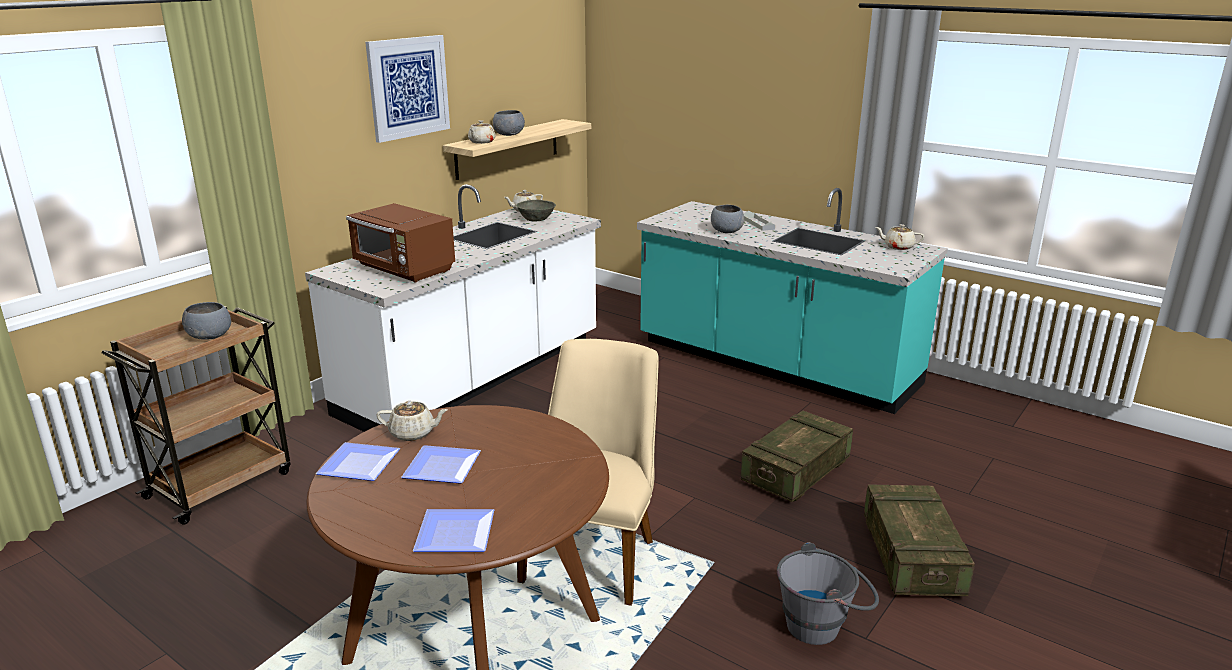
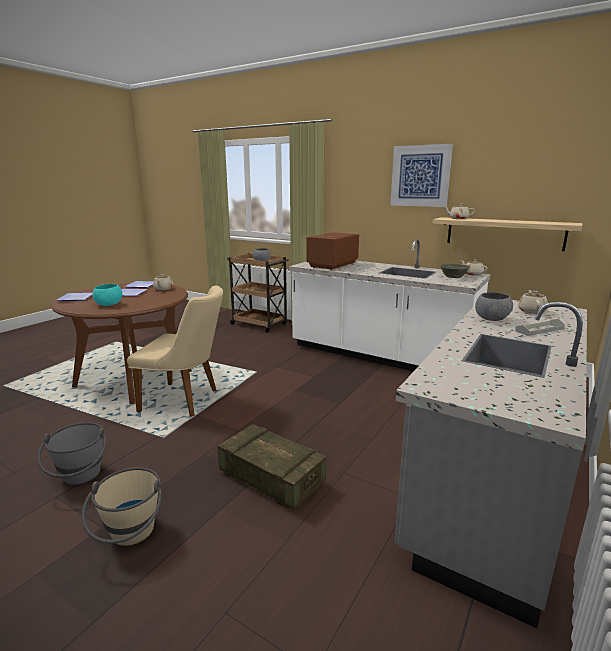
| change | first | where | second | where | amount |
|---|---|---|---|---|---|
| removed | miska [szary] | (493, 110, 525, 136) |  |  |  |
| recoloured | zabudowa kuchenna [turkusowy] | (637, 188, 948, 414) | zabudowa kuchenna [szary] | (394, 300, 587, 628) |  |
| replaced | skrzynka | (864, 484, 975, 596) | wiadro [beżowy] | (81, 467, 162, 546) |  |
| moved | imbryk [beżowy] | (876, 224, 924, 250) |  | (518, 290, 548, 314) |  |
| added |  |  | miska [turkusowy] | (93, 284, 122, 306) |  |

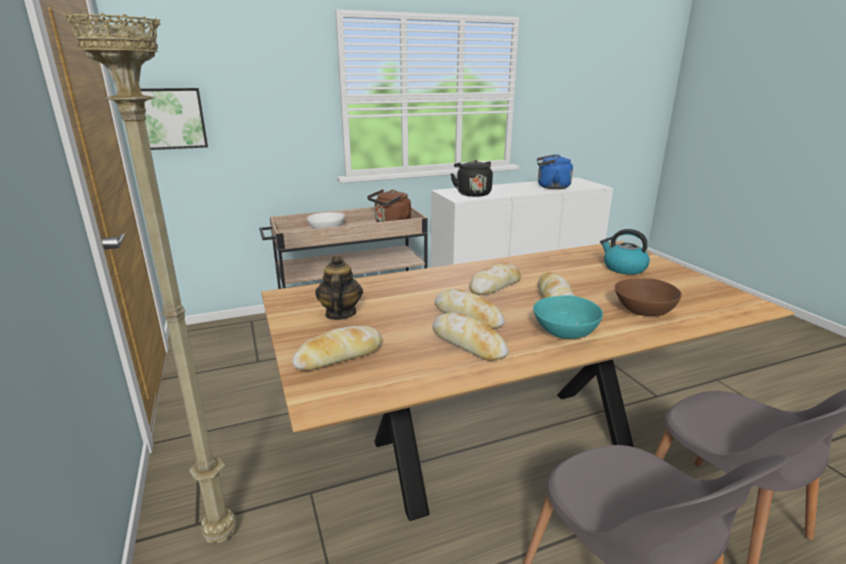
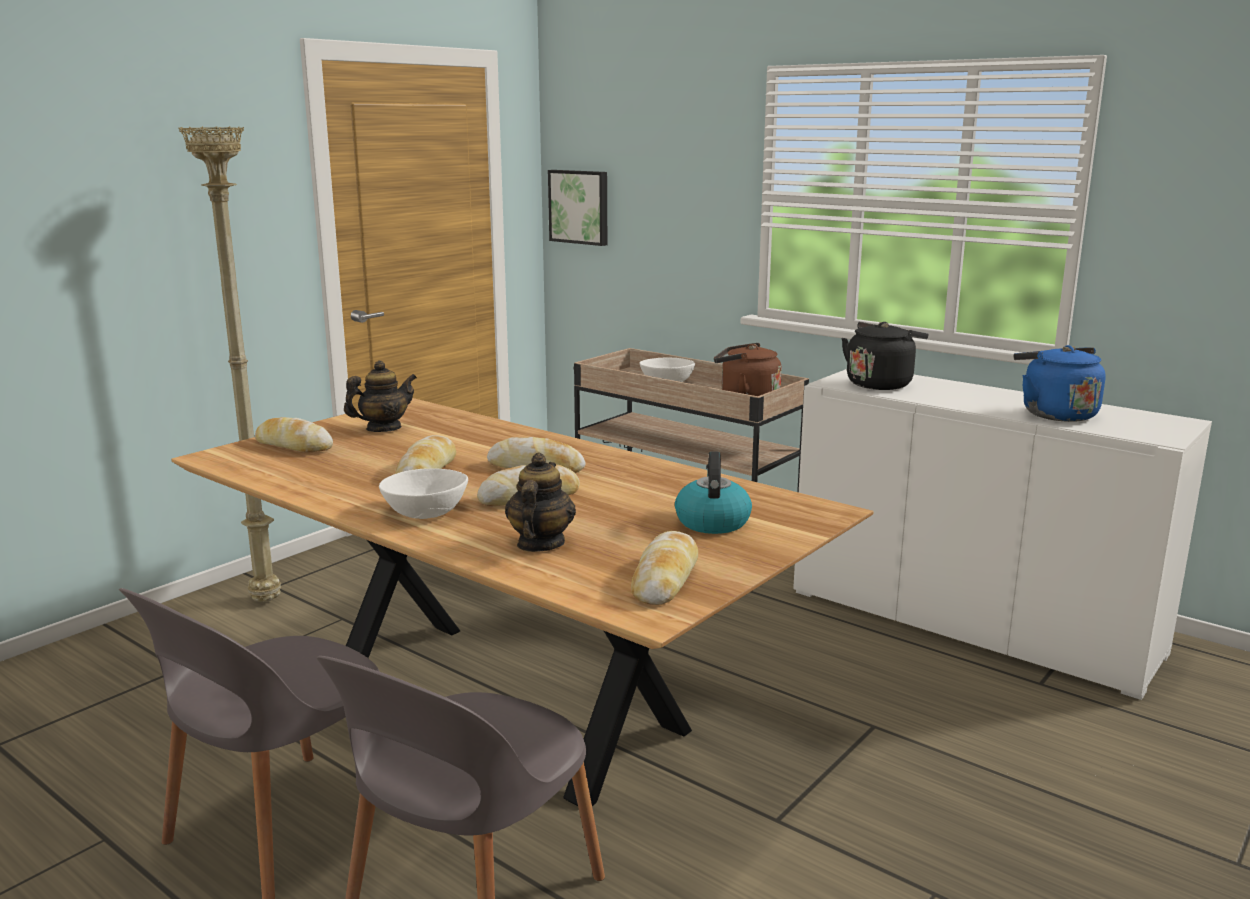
| change | first | where | second | where | amount |
|---|---|---|---|---|---|
| moved | chleb | (433, 312, 508, 361) |  | (631, 531, 698, 605) |  |
| recoloured | miska [turkusowy] | (533, 295, 603, 339) | miska [biały] | (379, 468, 468, 519) |  |
| replaced | miska [brązowy] | (615, 279, 682, 316) | imbryk | (505, 452, 576, 552) |  |

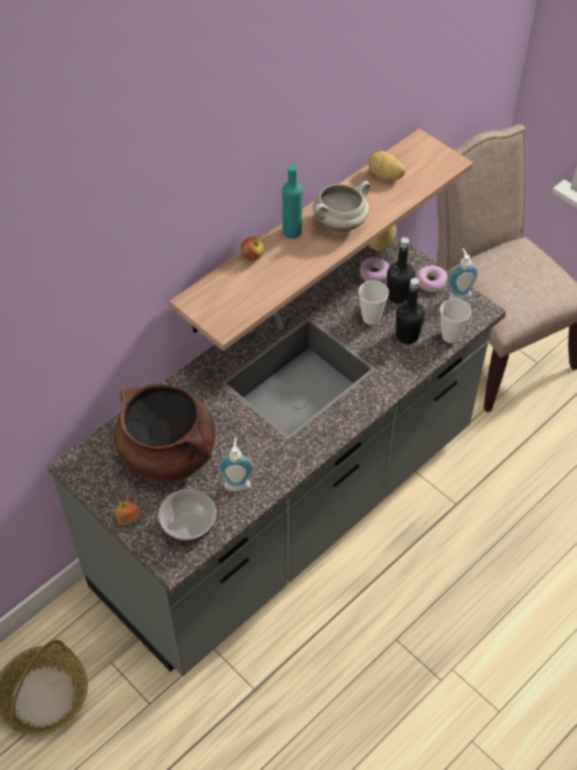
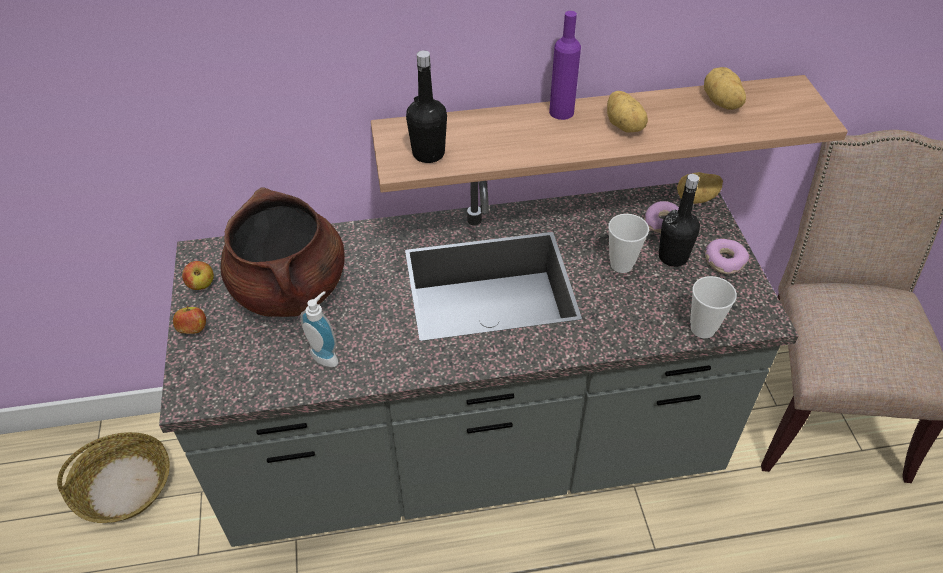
| change | first | where | second | where | amount |
|---|---|---|---|---|---|
| removed | miska | (158, 489, 216, 543) |  |  |  |
| moved | jabłko | (241, 237, 264, 260) |  | (182, 261, 214, 290) |  |
| recoloured | butelka [turkusowy] | (282, 165, 302, 239) | butelka [fioletowy] | (549, 11, 581, 120) |  |
| replaced | garnek [biały] | (313, 181, 370, 232) | ziemniak | (607, 91, 648, 132) |  |
| moved | butelka [czarny] | (396, 278, 425, 344) |  | (406, 50, 447, 163) |  |
| removed | dozownik mydła | (448, 248, 478, 300) |  |  |  |

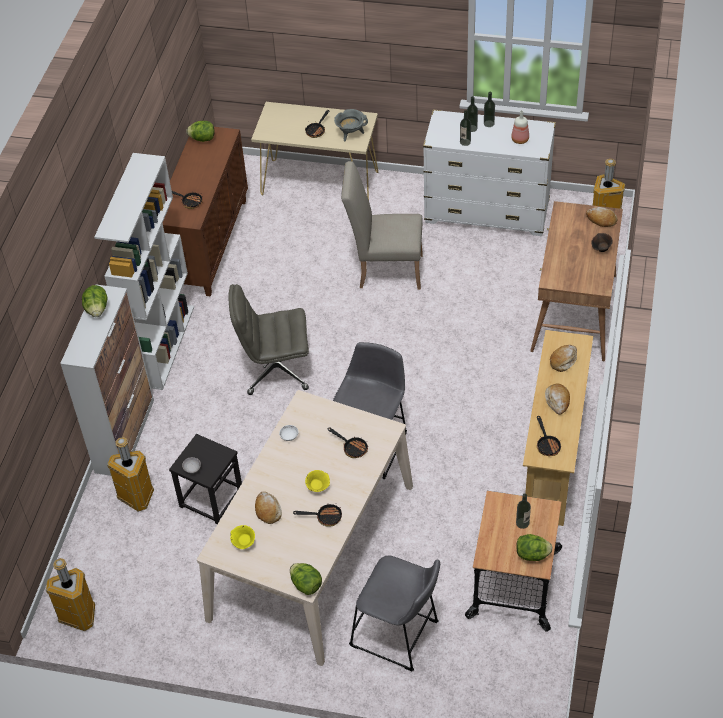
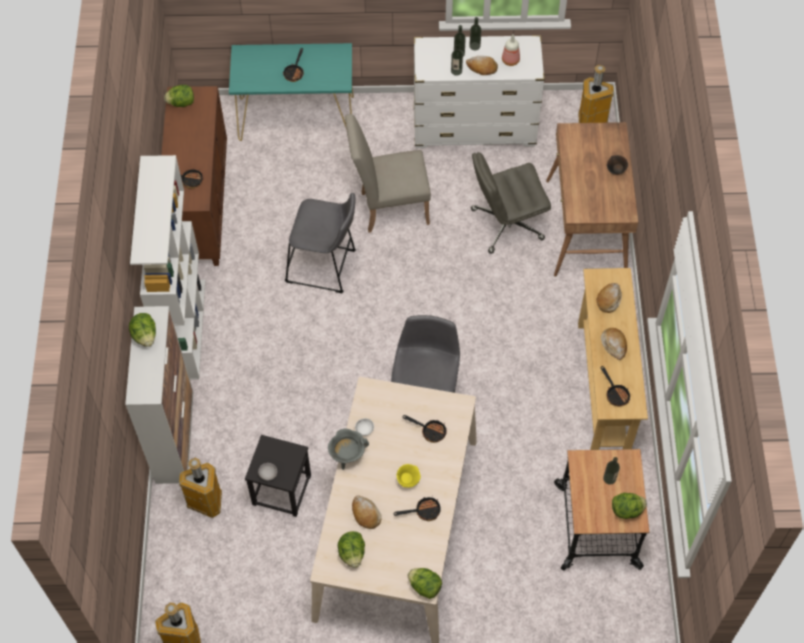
| change | first | where | second | where | amount |
|---|---|---|---|---|---|
| moved | krzesło biurowe [szary] | (228, 284, 309, 395) |  | (471, 152, 551, 254) |  |
| replaced | miska [żółty] | (230, 525, 255, 549) | sałata | (338, 531, 365, 568) |  |
| recoloured | stolik konsolowy [beżowy] | (251, 102, 378, 200) | stolik konsolowy [turkusowy] | (229, 43, 354, 141) |  |
| moved | garnek [szary] | (334, 109, 368, 141) |  | (328, 428, 369, 470) |  |
| moved | stołek [szary] | (349, 556, 440, 671) |  | (285, 193, 356, 293) |  |
| moved | chleb | (586, 207, 618, 227) |  | (466, 56, 498, 75) |  |

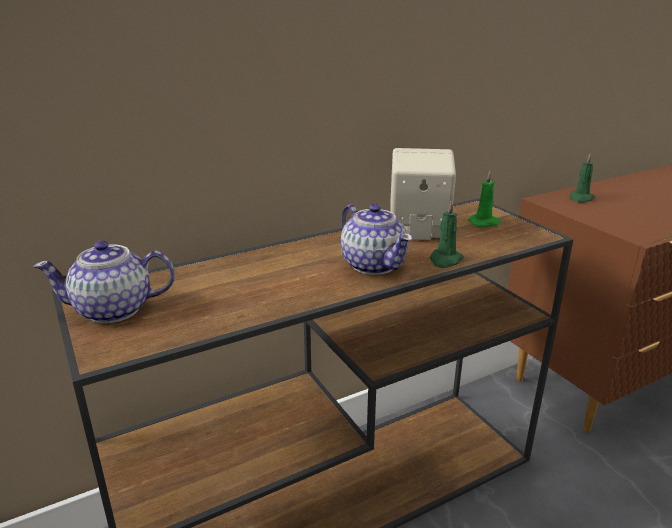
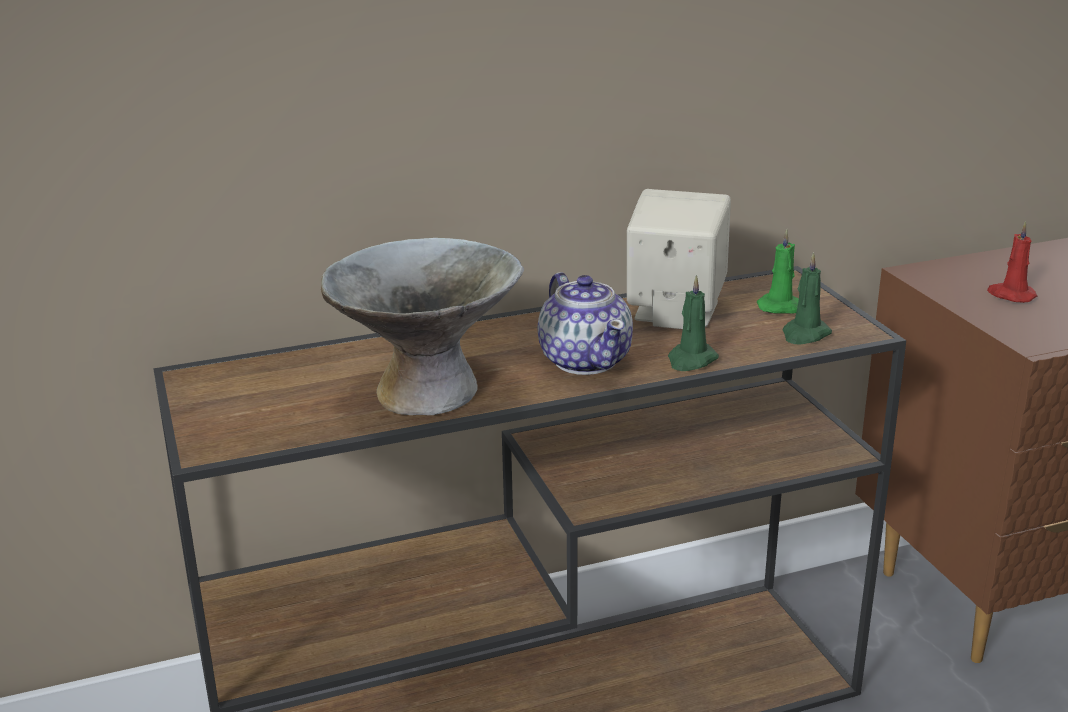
| change | first | where | second | where | amount |
|---|---|---|---|---|---|
| removed | imbryk | (33, 240, 175, 323) |  |  |  |
| moved | świeca [zielony] | (569, 154, 595, 203) |  | (782, 252, 832, 344) |  |
| added |  |  | miska [szary] | (321, 238, 524, 415) |  |
| added |  |  | świeca [czerwony] | (987, 221, 1037, 303) |  |

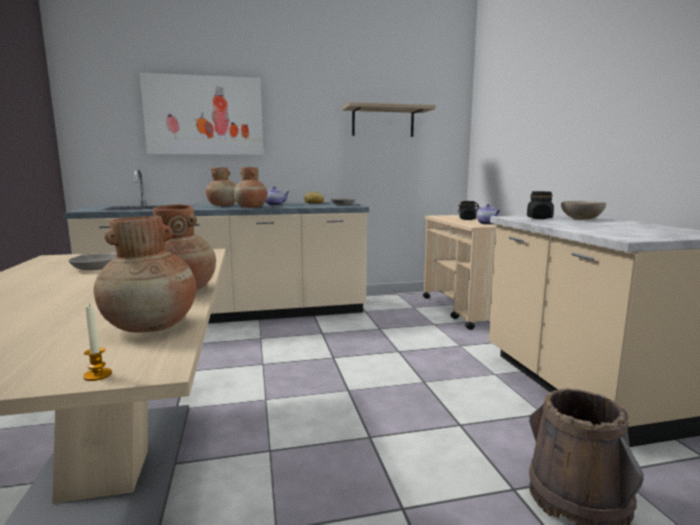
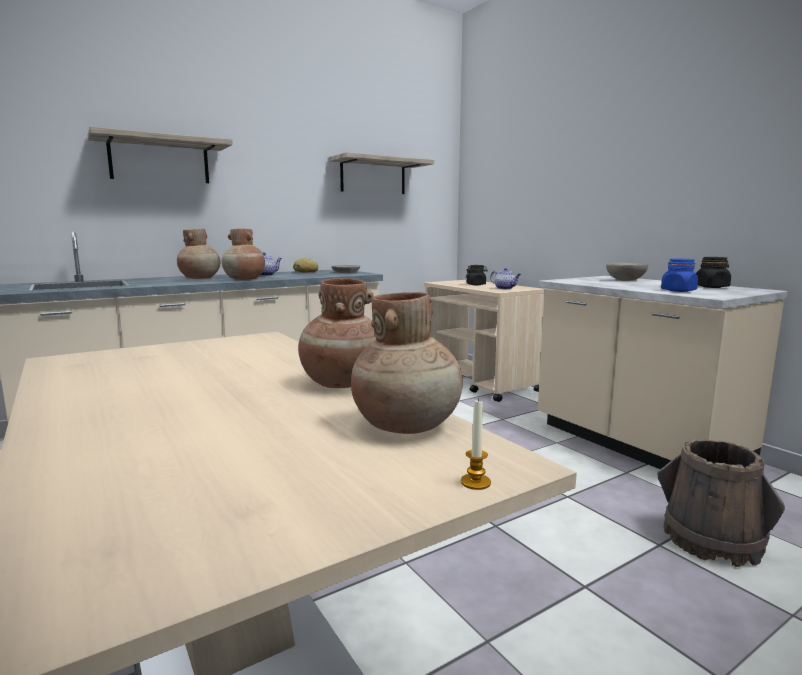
| change | first | where | second | where | amount |
|---|---|---|---|---|---|
| removed | miska [szary] | (69, 253, 117, 270) |  |  |  |
| replaced | obraz | (140, 73, 263, 155) | półka | (88, 127, 233, 183) |  |
| moved | słoik [czarny] | (527, 191, 554, 219) |  | (696, 257, 731, 288) |  |
| added |  |  | słoik [niebieski] | (661, 259, 698, 292) |  |

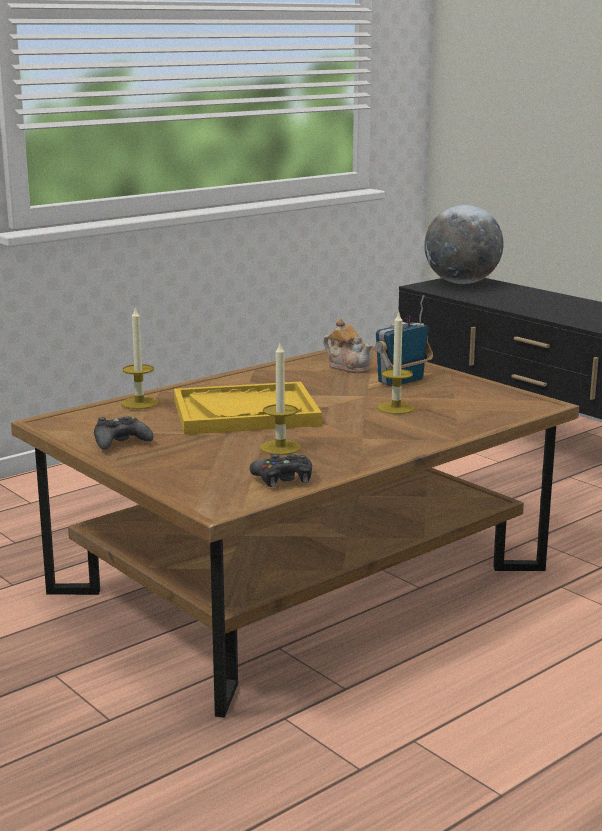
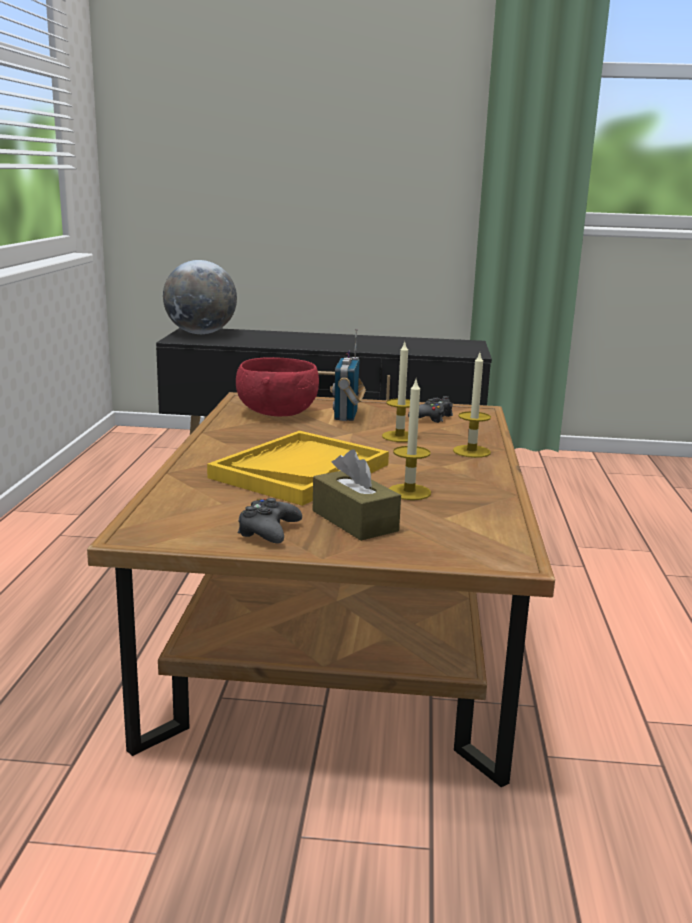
| change | first | where | second | where | amount |
|---|---|---|---|---|---|
| moved | świeca | (121, 307, 158, 409) |  | (453, 353, 491, 458) |  |
| moved | pad do gier [czarny] | (250, 454, 312, 487) |  | (408, 396, 453, 423) |  |
| replaced | imbryk | (323, 318, 373, 373) | miska [czerwony] | (236, 357, 319, 416) |  |
| added |  |  | pudełko chusteczek [brązowy] | (313, 450, 401, 541) |  |

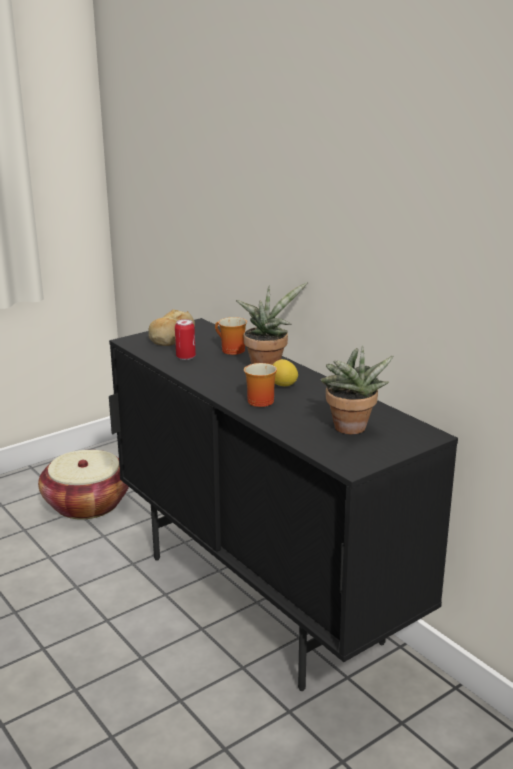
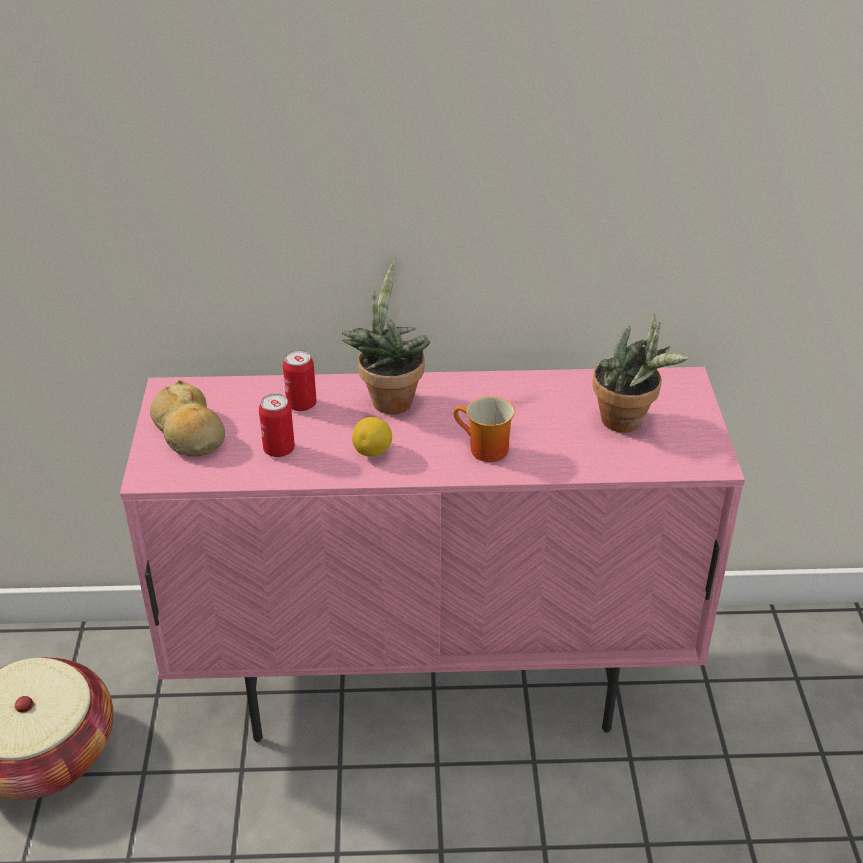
| change | first | where | second | where | amount |
|---|---|---|---|---|---|
| recoloured | szafka [czarny] | (109, 318, 458, 691) | szafka [różowy] | (120, 367, 745, 742) |  |
| replaced | kubek | (215, 317, 247, 355) | puszka | (283, 350, 317, 411) |  |
| moved | cytryna | (272, 359, 298, 386) |  | (352, 417, 392, 457) |  |

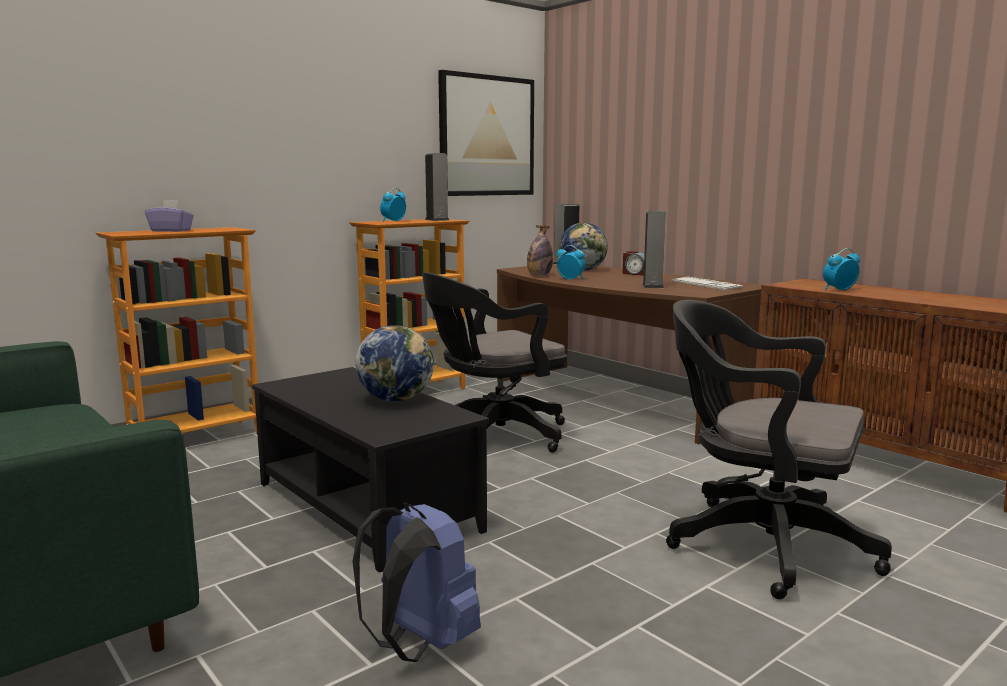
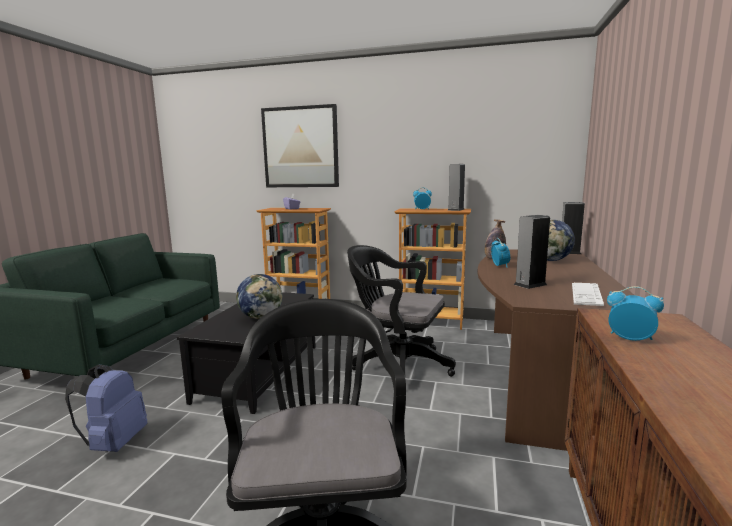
| change | first | where | second | where | amount |
|---|---|---|---|---|---|
| moved | obraz | (438, 70, 534, 196) |  | (261, 104, 339, 187) |  |
| removed | budzik | (623, 251, 645, 276) |  |  |  |

